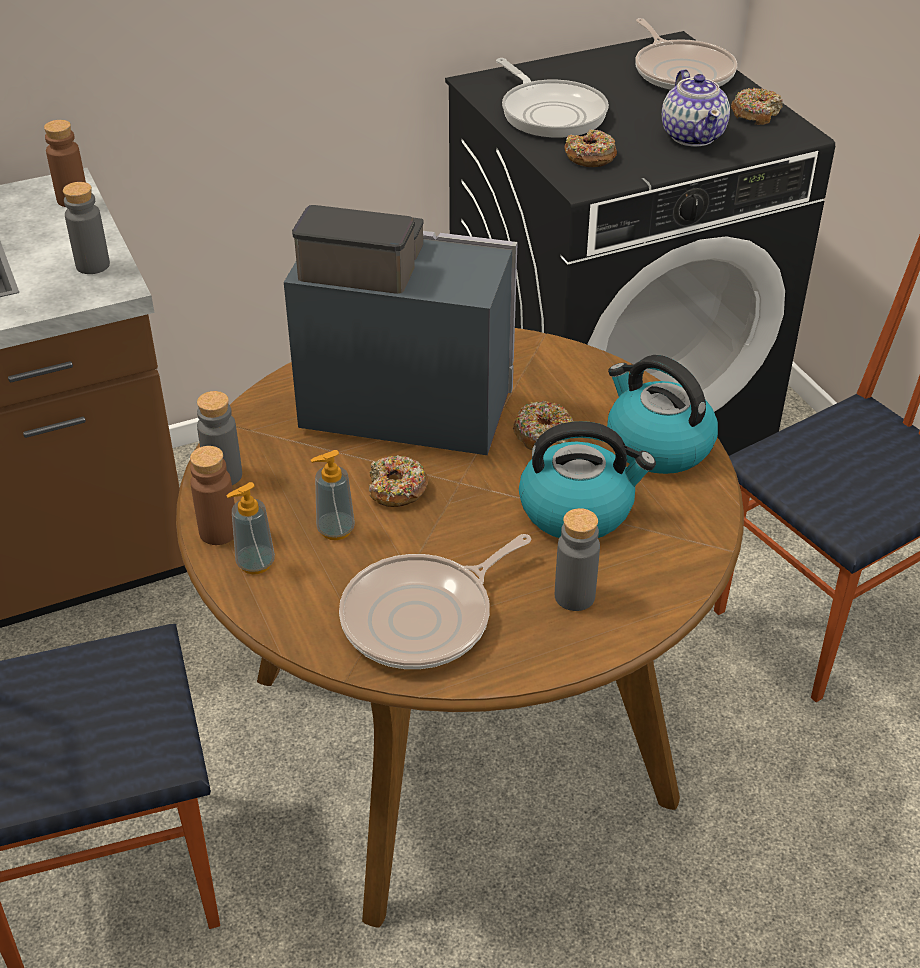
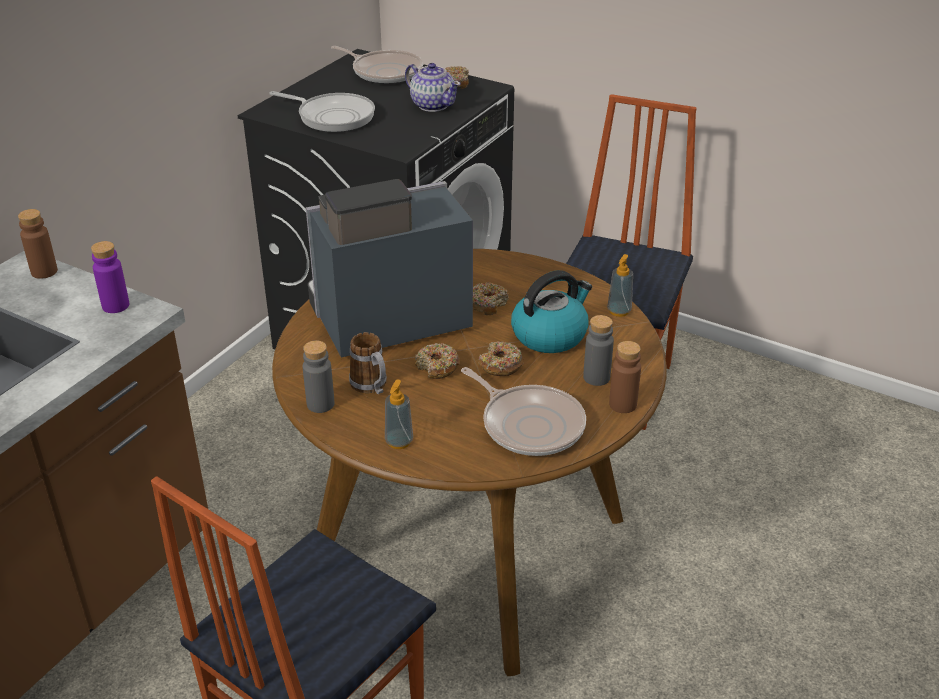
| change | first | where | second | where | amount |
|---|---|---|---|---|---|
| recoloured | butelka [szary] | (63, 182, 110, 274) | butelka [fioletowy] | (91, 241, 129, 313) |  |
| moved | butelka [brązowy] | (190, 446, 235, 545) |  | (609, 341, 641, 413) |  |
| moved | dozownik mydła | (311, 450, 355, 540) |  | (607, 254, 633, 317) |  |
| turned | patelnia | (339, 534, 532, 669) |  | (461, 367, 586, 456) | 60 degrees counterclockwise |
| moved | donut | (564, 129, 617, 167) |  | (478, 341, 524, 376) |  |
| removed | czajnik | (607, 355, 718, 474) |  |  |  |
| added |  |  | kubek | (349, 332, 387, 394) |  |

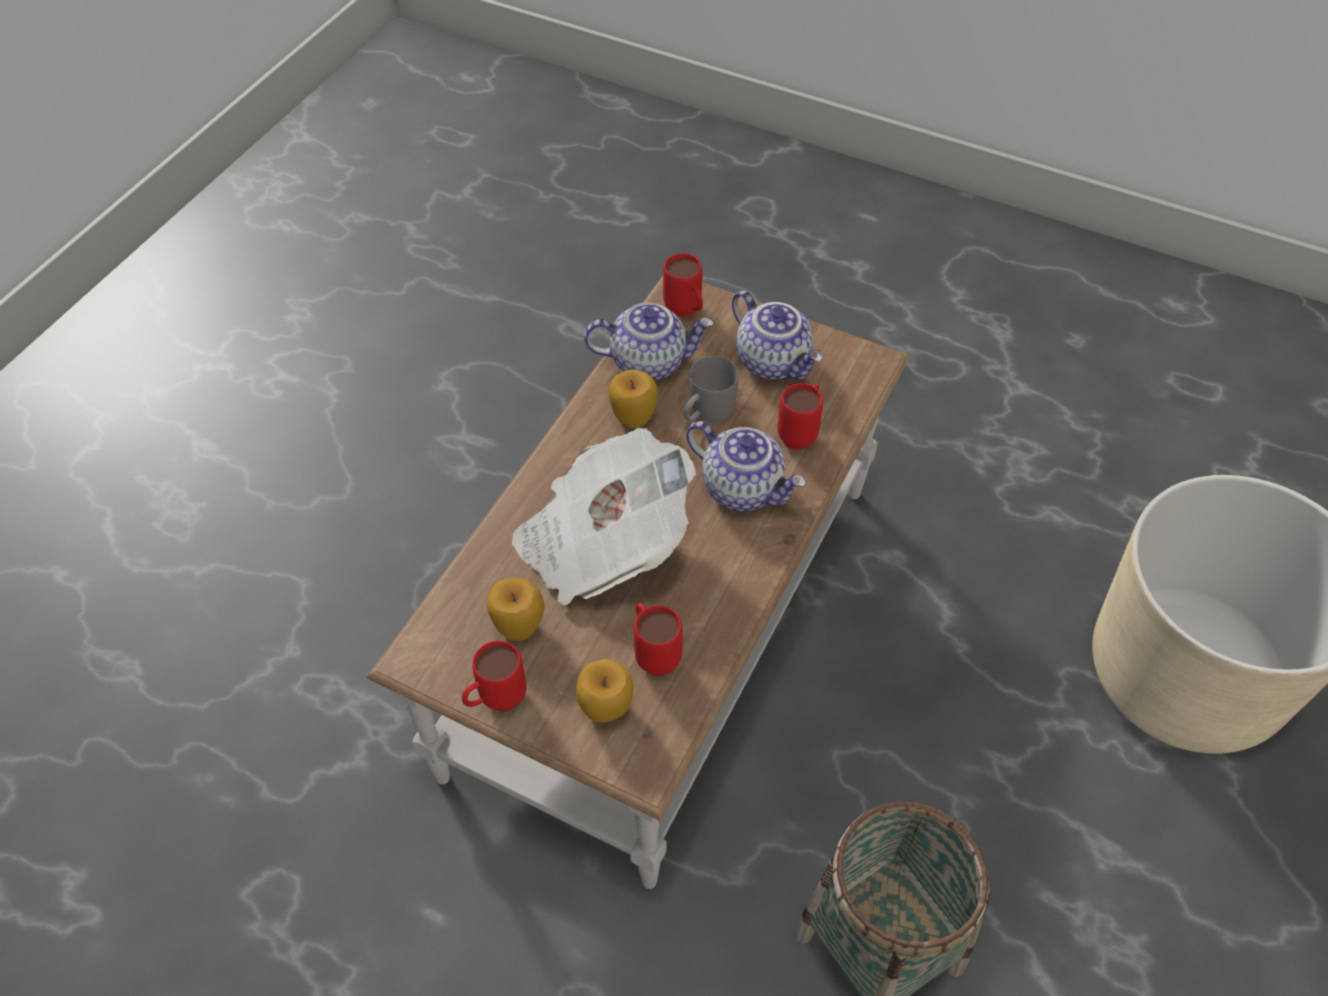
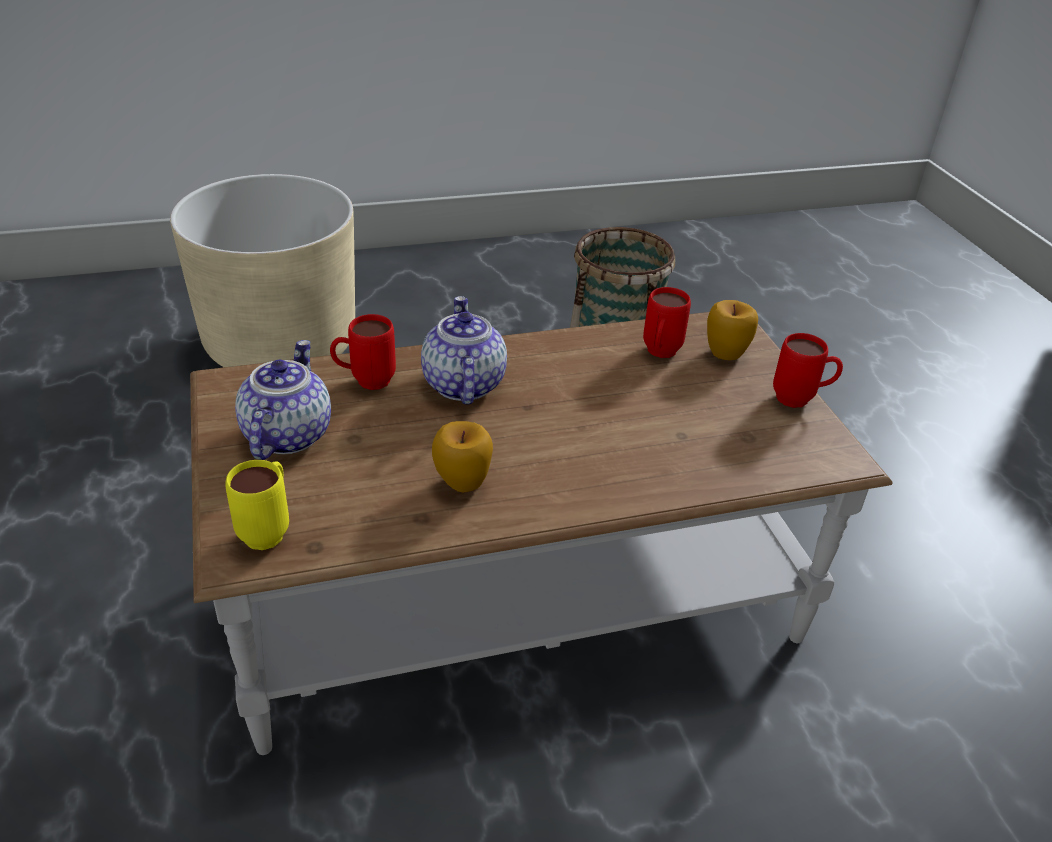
| change | first | where | second | where | amount |
|---|---|---|---|---|---|
| removed | jabłko | (487, 578, 545, 641) |  |  |  |
| removed | gazeta | (512, 428, 696, 606) |  |  |  |
| removed | imbryk | (584, 302, 713, 380) |  |  |  |
| recoloured | kubek [czerwony] | (663, 253, 703, 317) | kubek [żółty] | (226, 460, 289, 550) |  |
| removed | kubek [szary] | (684, 356, 739, 423) |  |  |  |

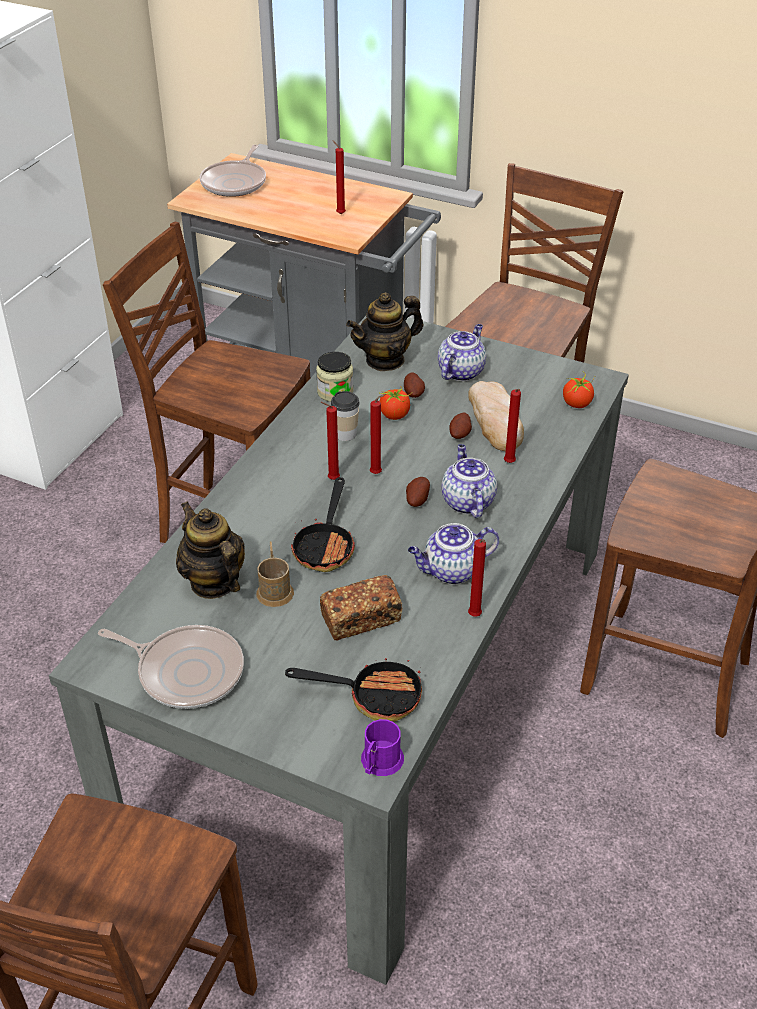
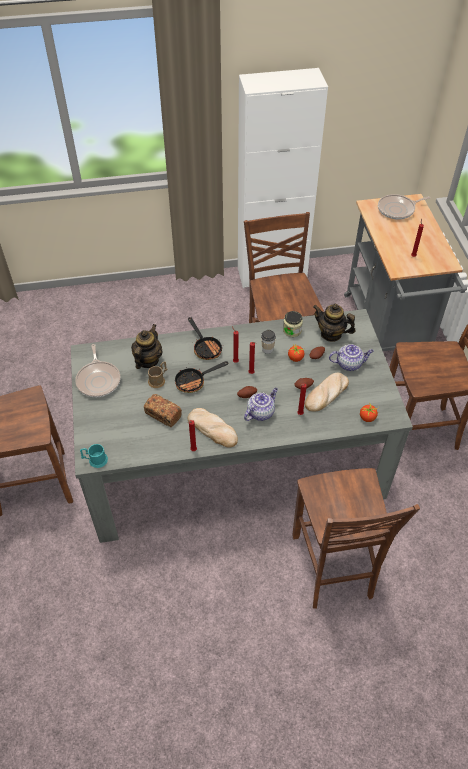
| change | first | where | second | where | amount |
|---|---|---|---|---|---|
| moved | patelnia | (285, 658, 422, 722) |  | (188, 317, 222, 360) |  |
| recoloured | kubek [fioletowy] | (361, 719, 404, 776) | kubek [turkusowy] | (80, 444, 108, 468) |  |
| replaced | imbryk | (408, 523, 499, 585) | chleb | (188, 408, 238, 448) |  |

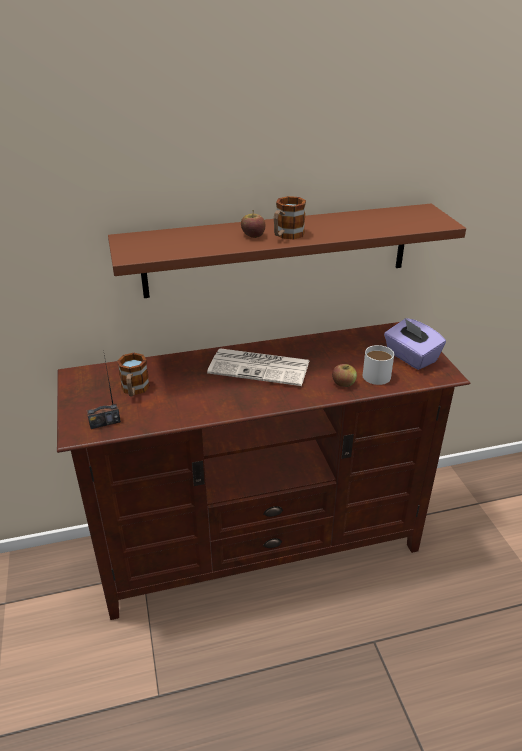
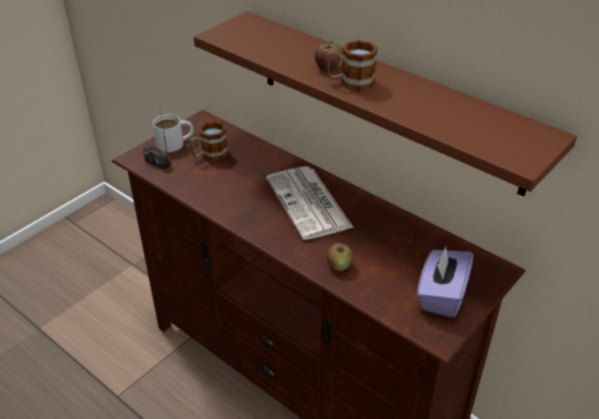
| change | first | where | second | where | amount |
|---|---|---|---|---|---|
| moved | kubek [biały] | (362, 345, 394, 385) |  | (153, 114, 193, 152) |  |

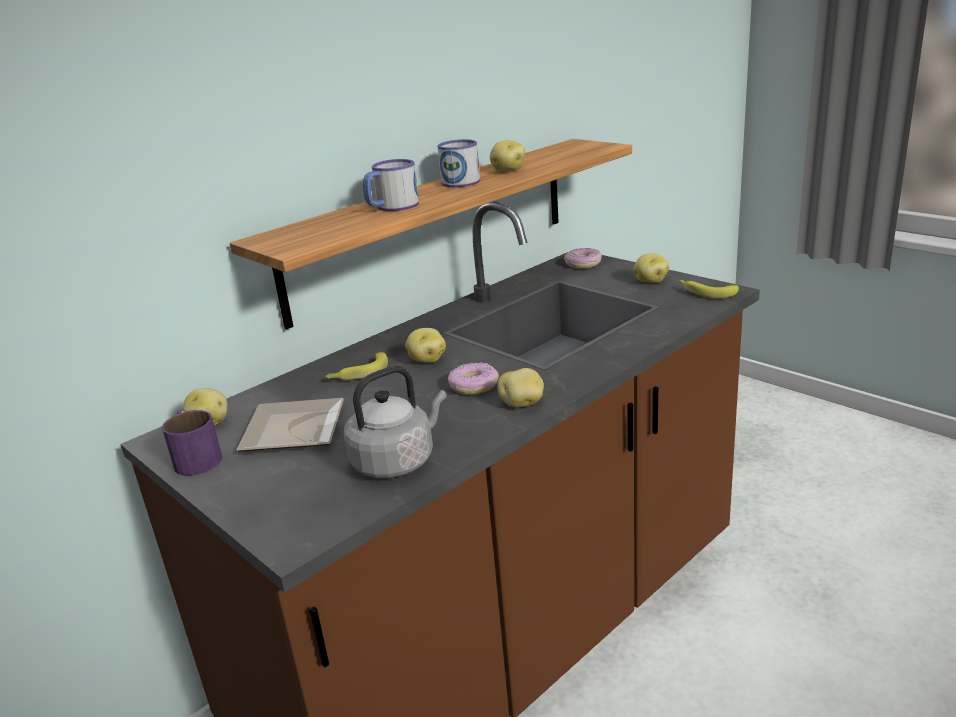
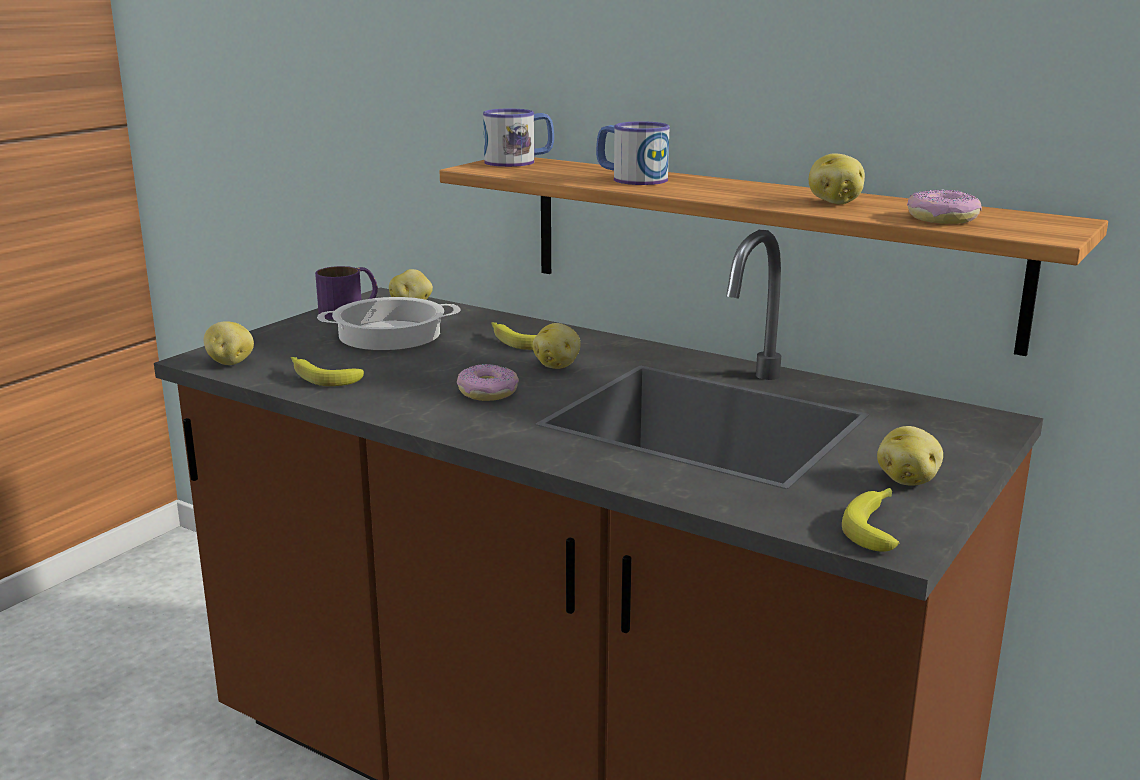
| change | first | where | second | where | amount |
|---|---|---|---|---|---|
| replaced | talerz | (236, 398, 344, 452) | garnek | (317, 297, 460, 350) |  |
| replaced | czajnik [szary] | (344, 366, 447, 478) | banan | (291, 357, 364, 386) |  |
| moved | kubek | (438, 139, 480, 187) |  | (483, 109, 554, 167) |  |
| moved | ziemniak | (497, 368, 544, 408) |  | (204, 321, 254, 365) |  |
| moved | donut | (564, 248, 602, 269) |  | (907, 190, 982, 224) |  |

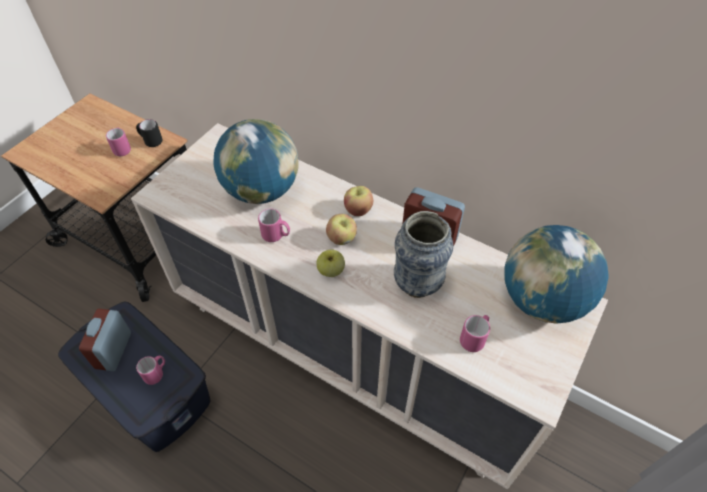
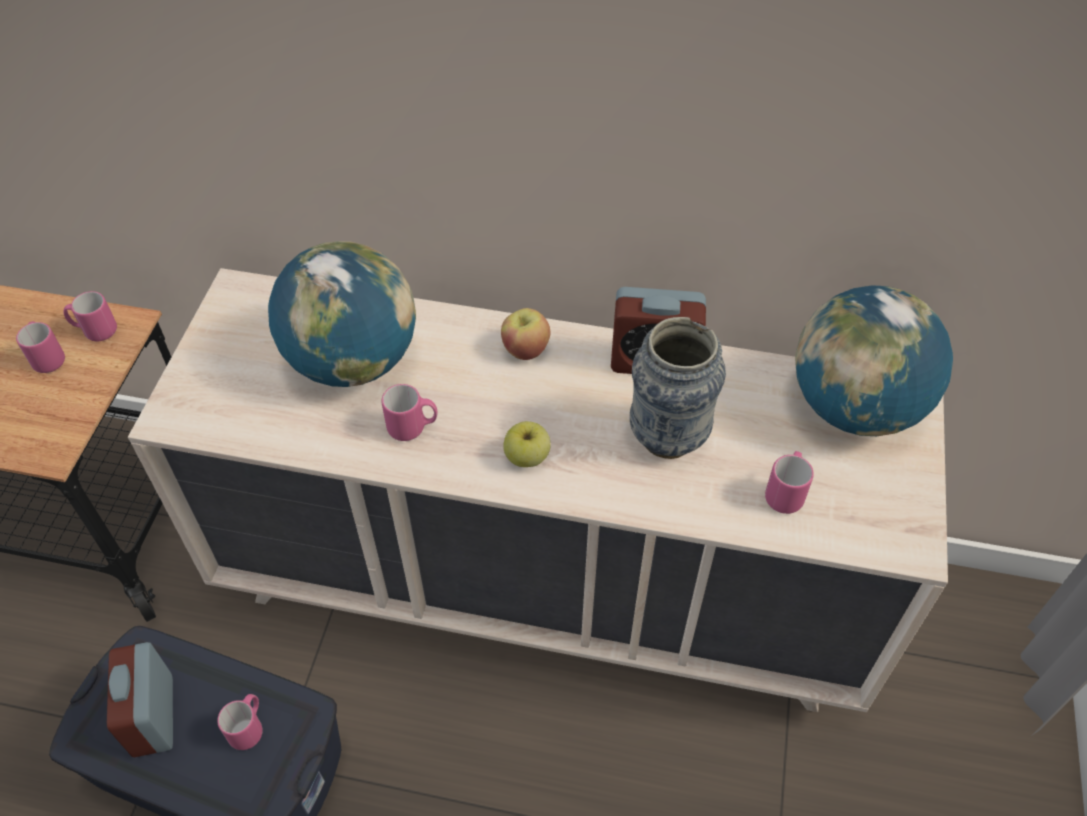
| change | first | where | second | where | amount |
|---|---|---|---|---|---|
| recoloured | kubek [czarny] | (136, 119, 162, 147) | kubek [różowy] | (64, 291, 117, 341) |  |
| removed | jabłko | (326, 214, 357, 245) |  |  |  |

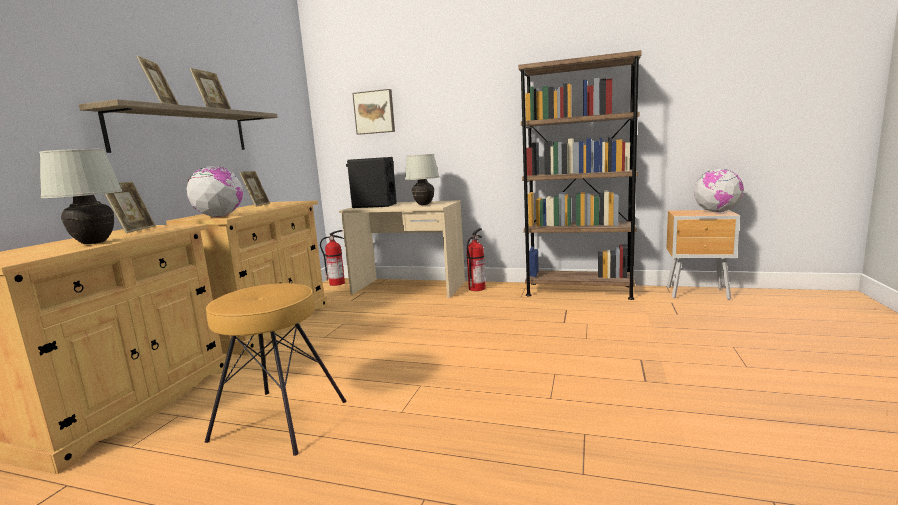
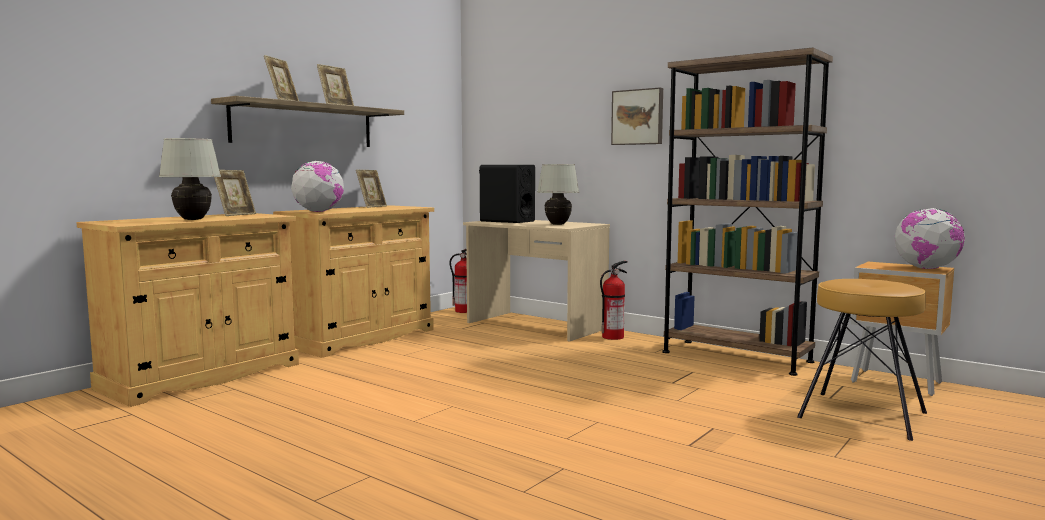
| change | first | where | second | where | amount |
|---|---|---|---|---|---|
| moved | stołek [brązowy] | (205, 283, 347, 456) |  | (797, 279, 927, 441) |  |
| moved | obraz | (352, 89, 395, 135) |  | (611, 88, 663, 145) |  |

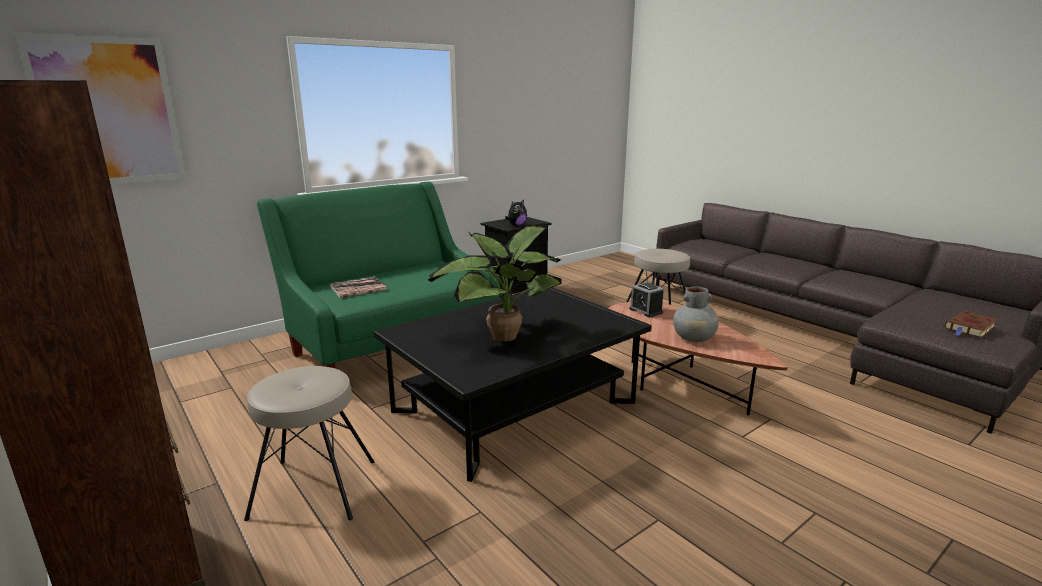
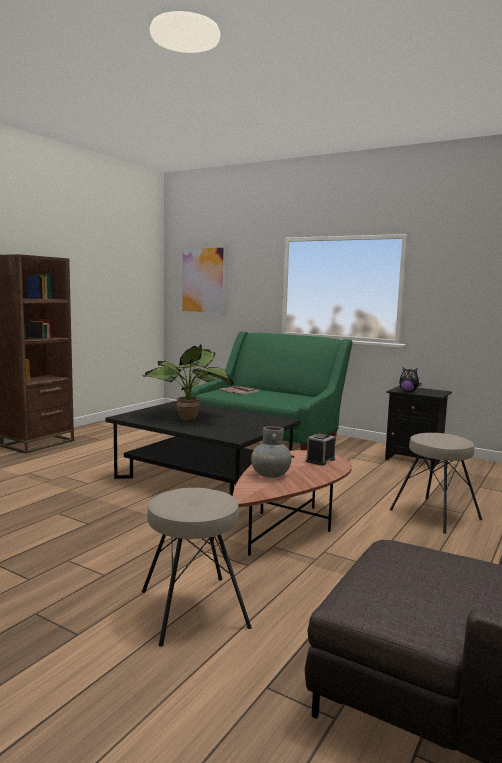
| change | first | where | second | where | amount |
|---|---|---|---|---|---|
| moved | stołek [beżowy] | (244, 366, 375, 521) |  | (142, 488, 252, 647) |  |
| removed | książka [brązowy] | (945, 311, 998, 338) |  |  |  |

